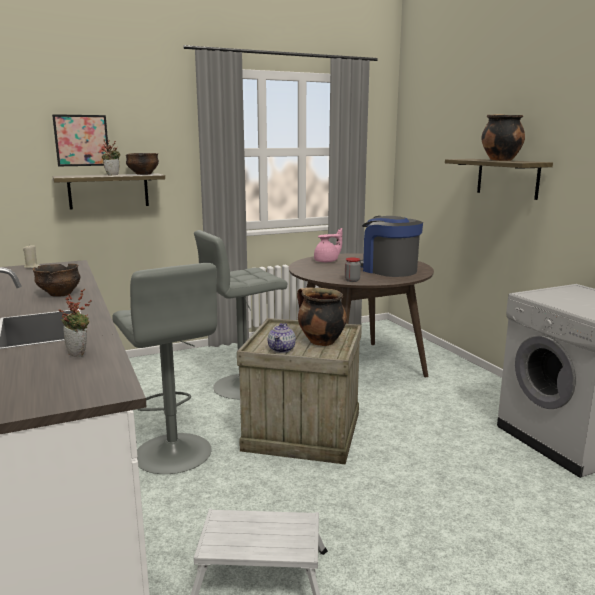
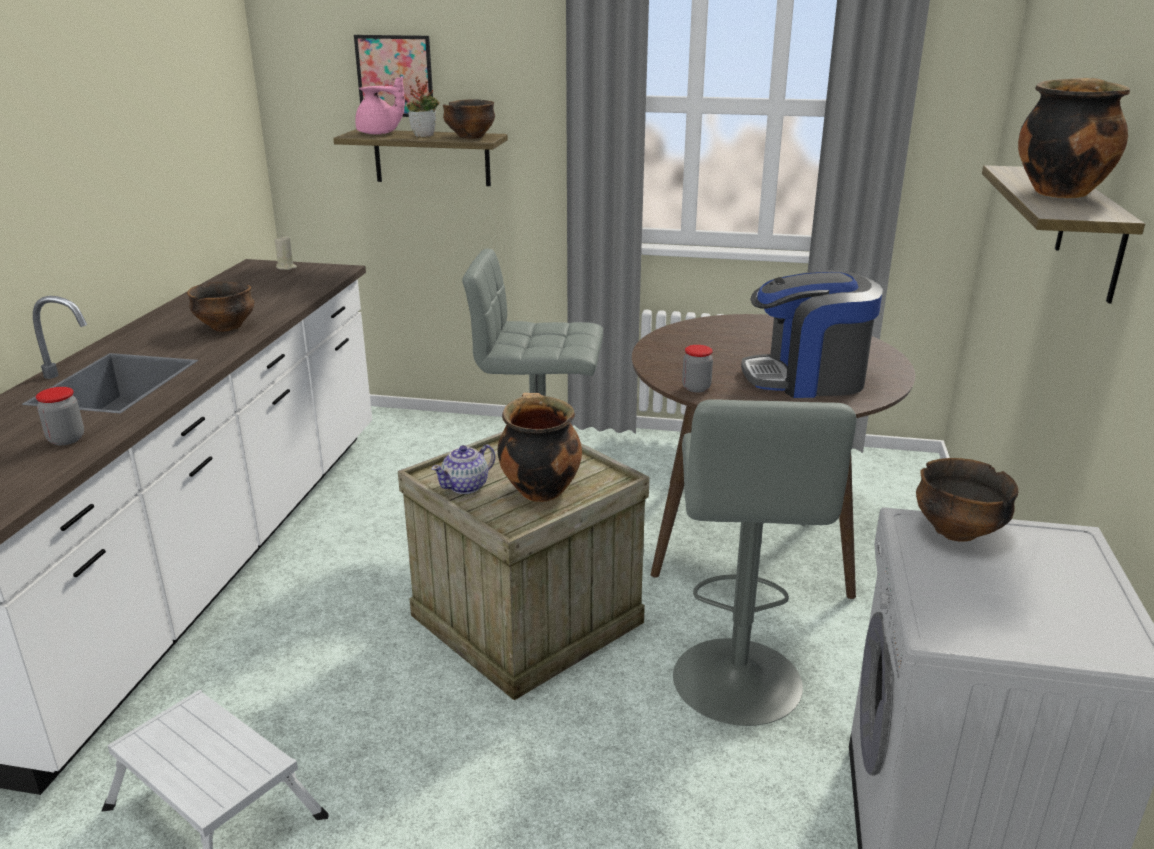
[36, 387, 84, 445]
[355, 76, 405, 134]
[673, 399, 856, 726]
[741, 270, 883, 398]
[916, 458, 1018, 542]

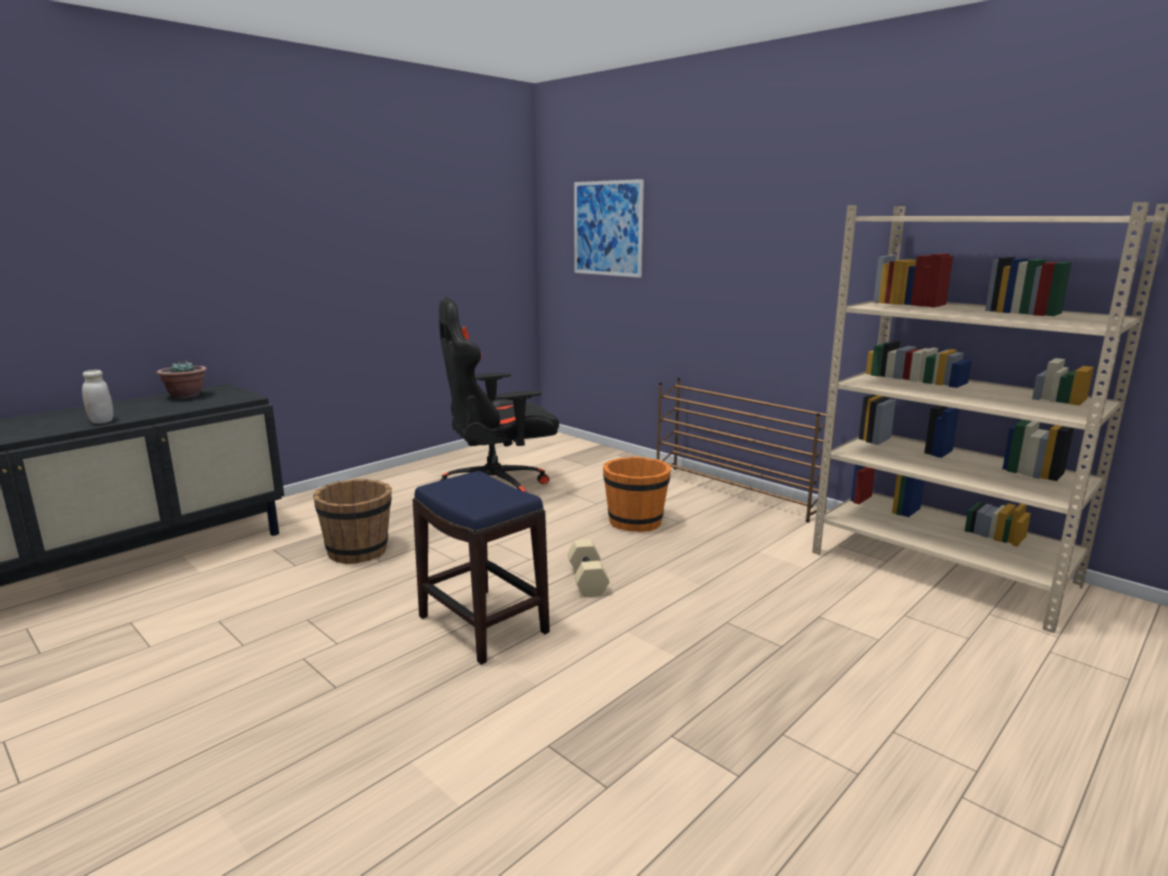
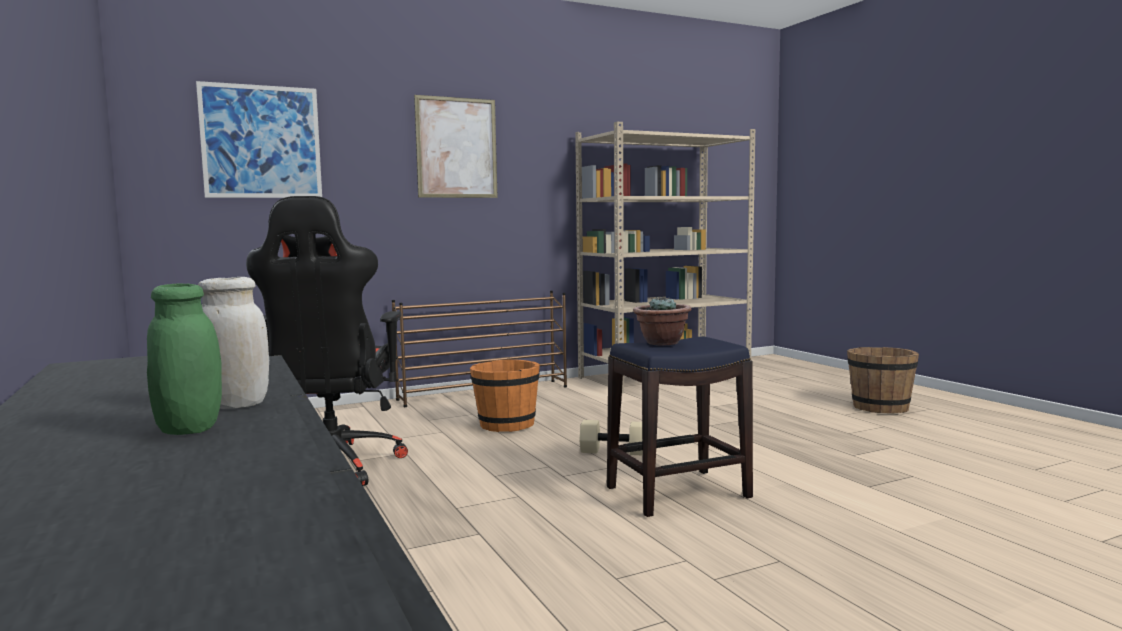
[147, 283, 222, 435]
[414, 95, 498, 198]
[633, 296, 691, 345]
[847, 347, 919, 413]

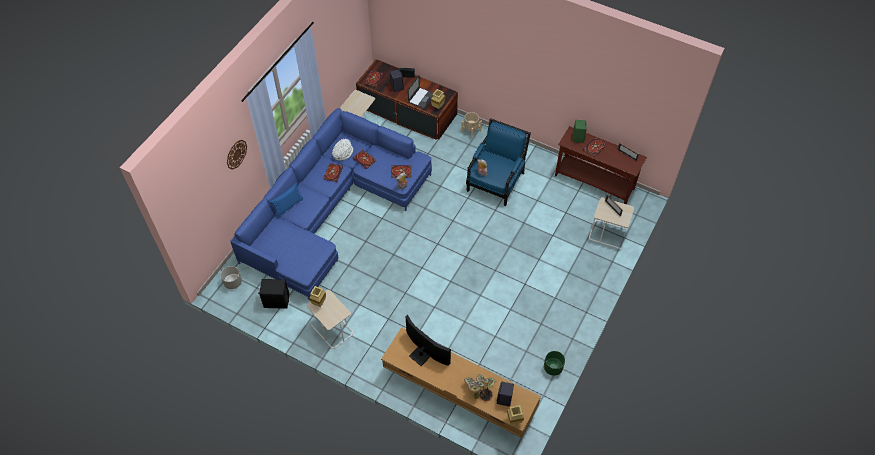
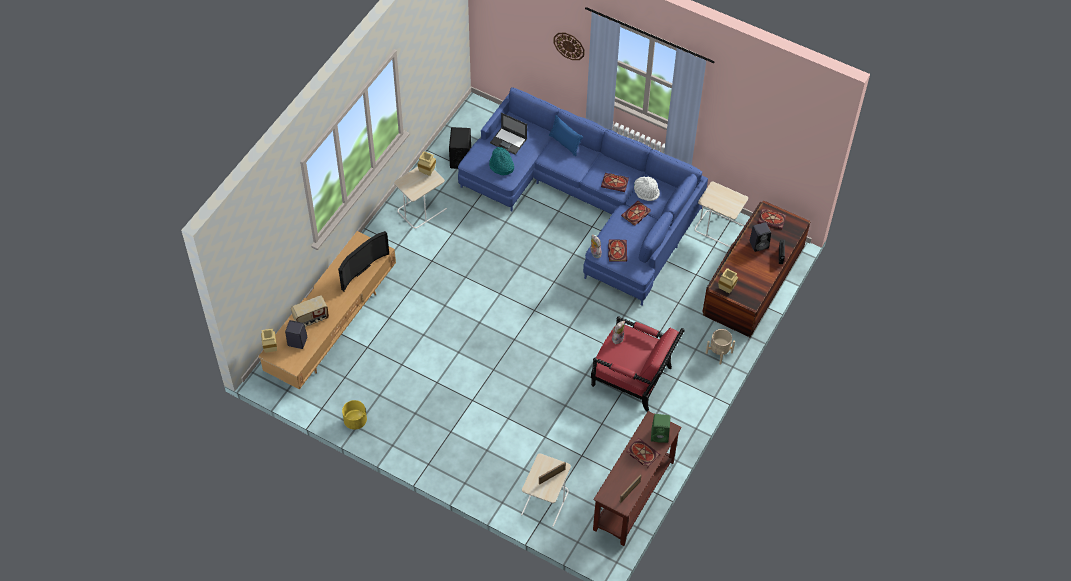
[291, 295, 329, 327]
[342, 400, 367, 430]
[489, 147, 514, 175]
[490, 113, 527, 155]
[591, 316, 685, 412]
[221, 266, 242, 289] (first image)

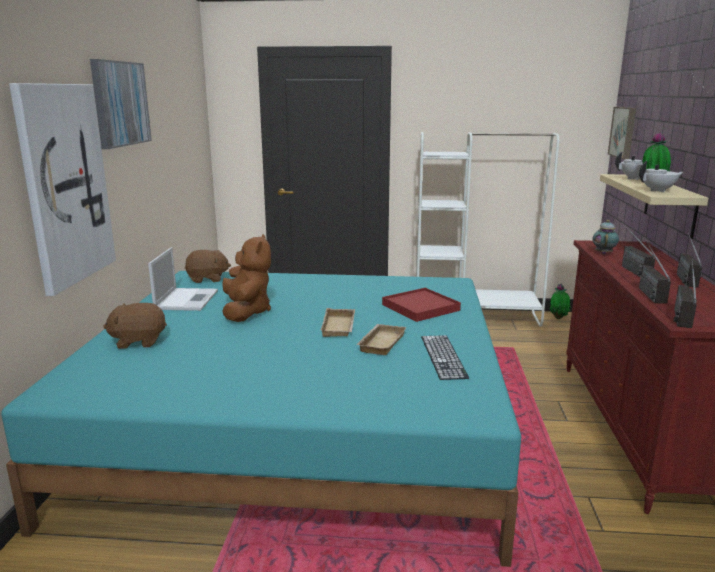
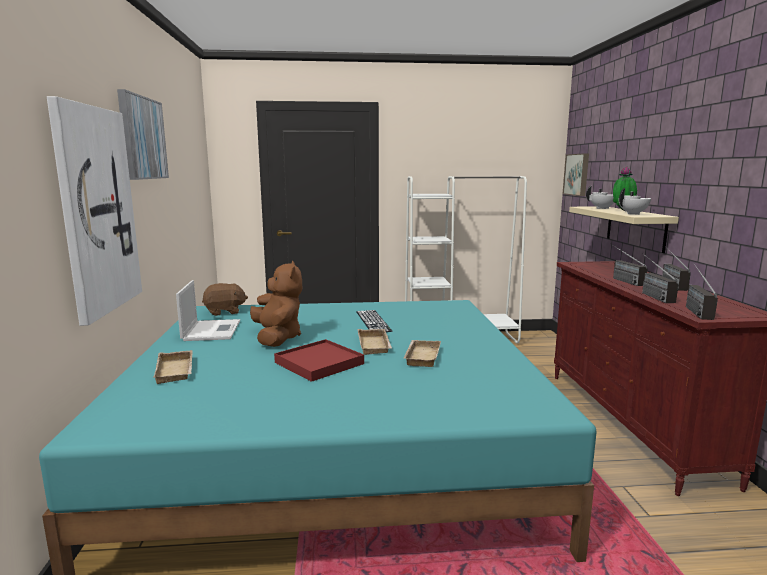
[153, 350, 193, 384]
[274, 339, 364, 382]
[356, 310, 392, 332]
[550, 284, 571, 319] (first image)
[592, 220, 619, 254] (first image)

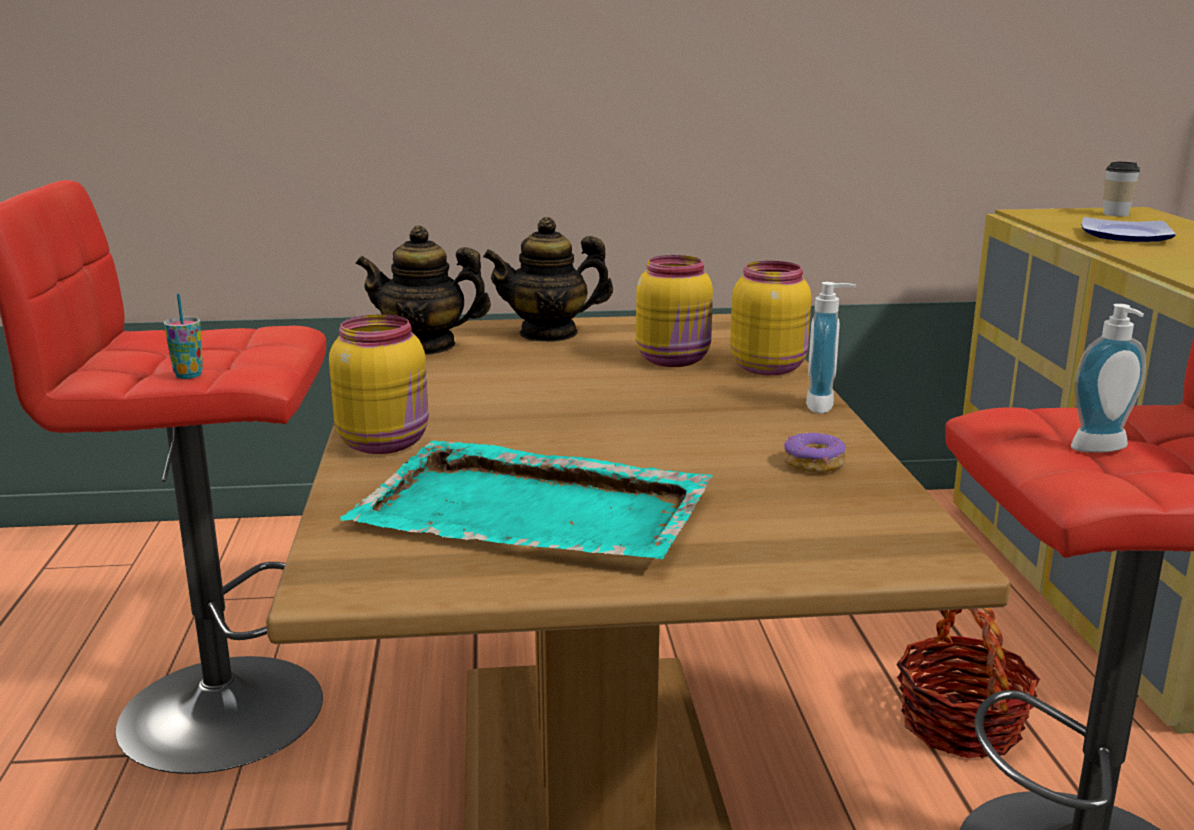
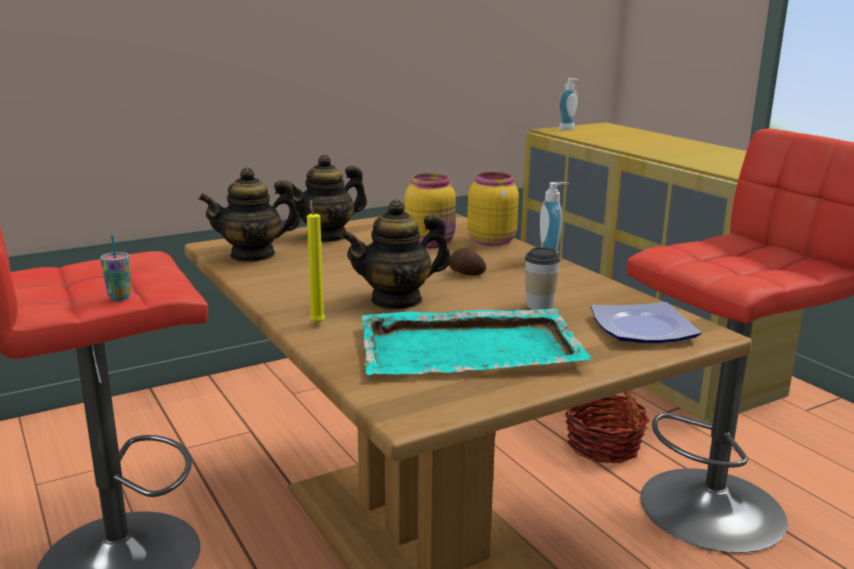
[307, 199, 325, 324]
[341, 200, 451, 310]
[449, 248, 486, 275]
[524, 247, 561, 310]
[559, 78, 578, 130]
[591, 302, 701, 343]
[784, 433, 846, 473] (first image)

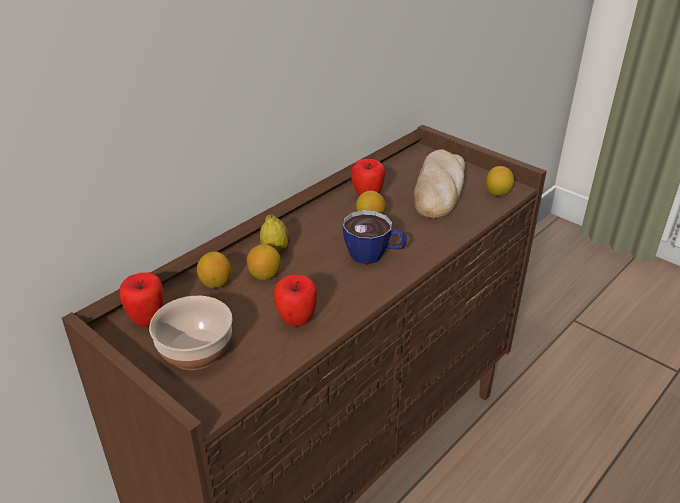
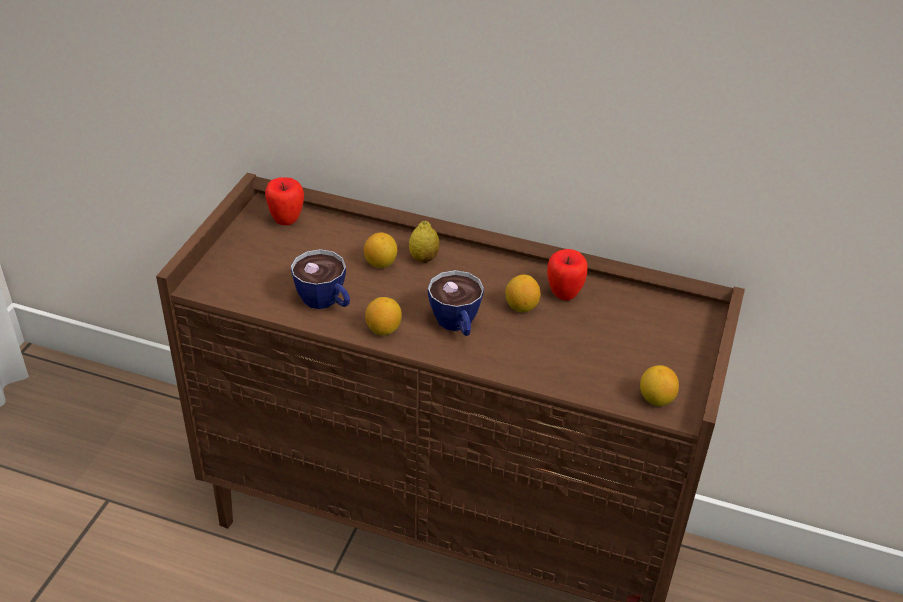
[291, 249, 350, 309]
[365, 297, 402, 335]
[149, 296, 233, 370] (first image)
[413, 149, 465, 219] (first image)

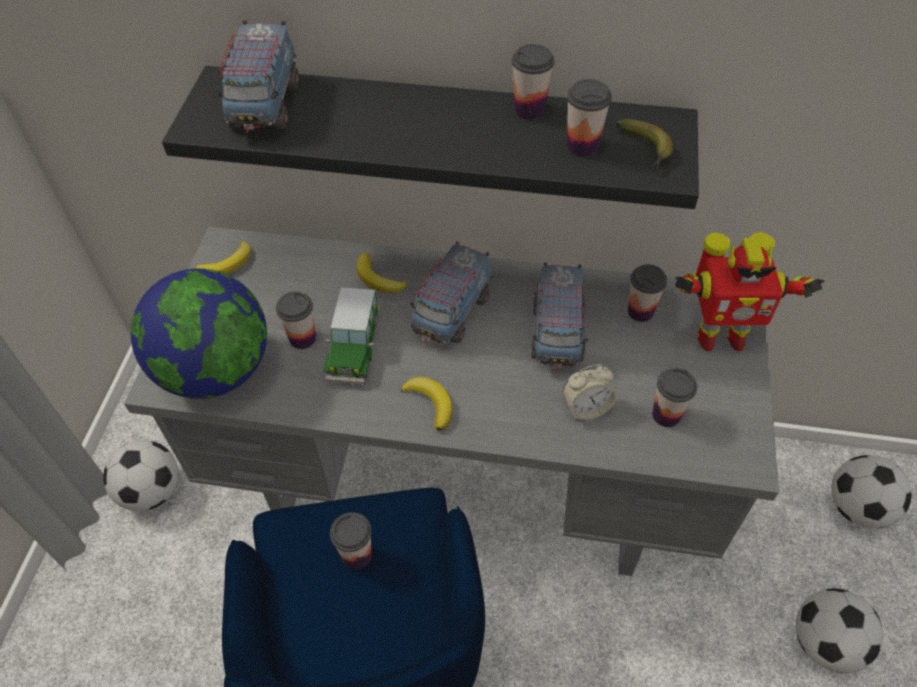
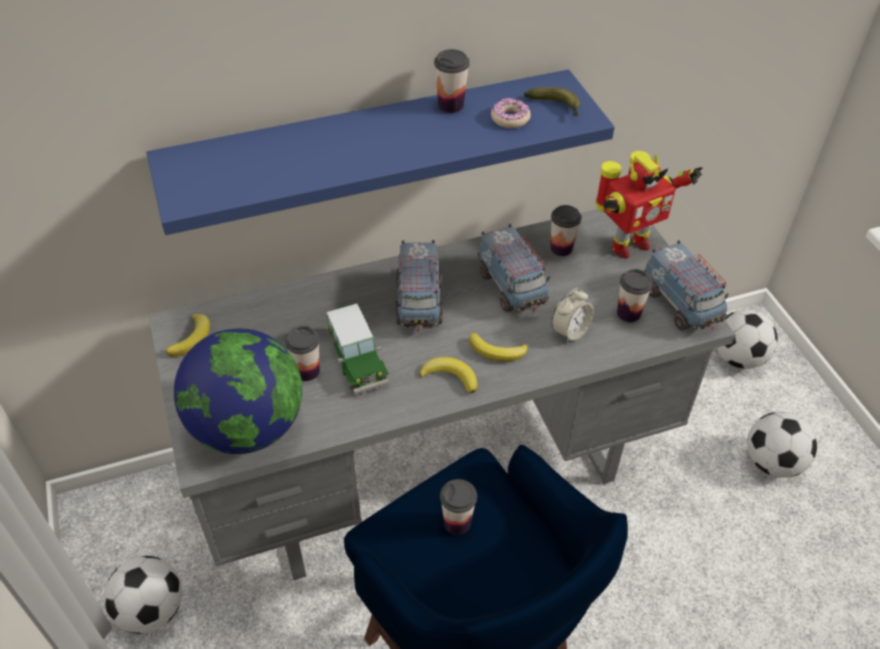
[146, 69, 615, 235]
[469, 333, 528, 361]
[491, 98, 531, 128]
[645, 240, 729, 330]

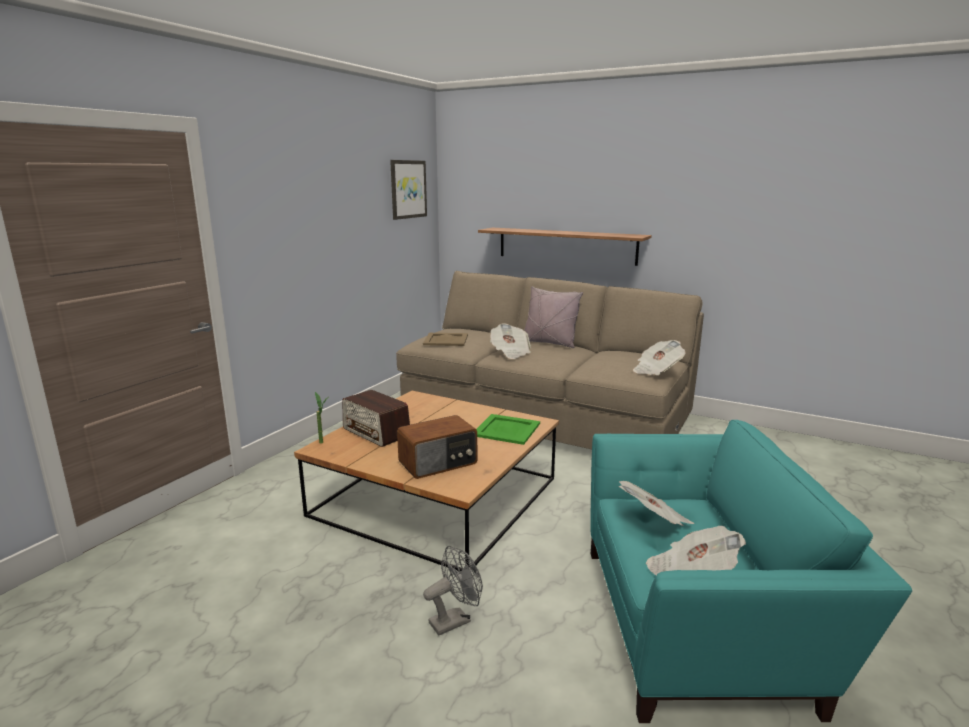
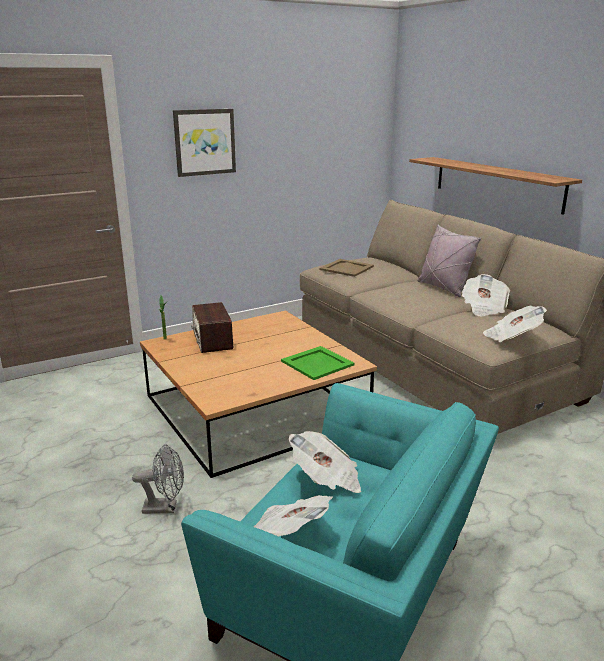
[173, 109, 236, 177]
[461, 274, 510, 316]
[397, 415, 477, 479] (first image)

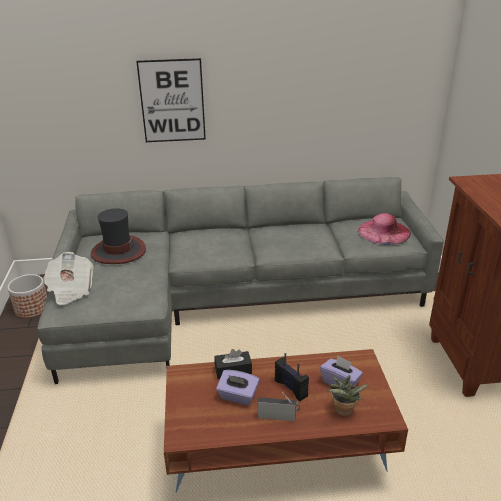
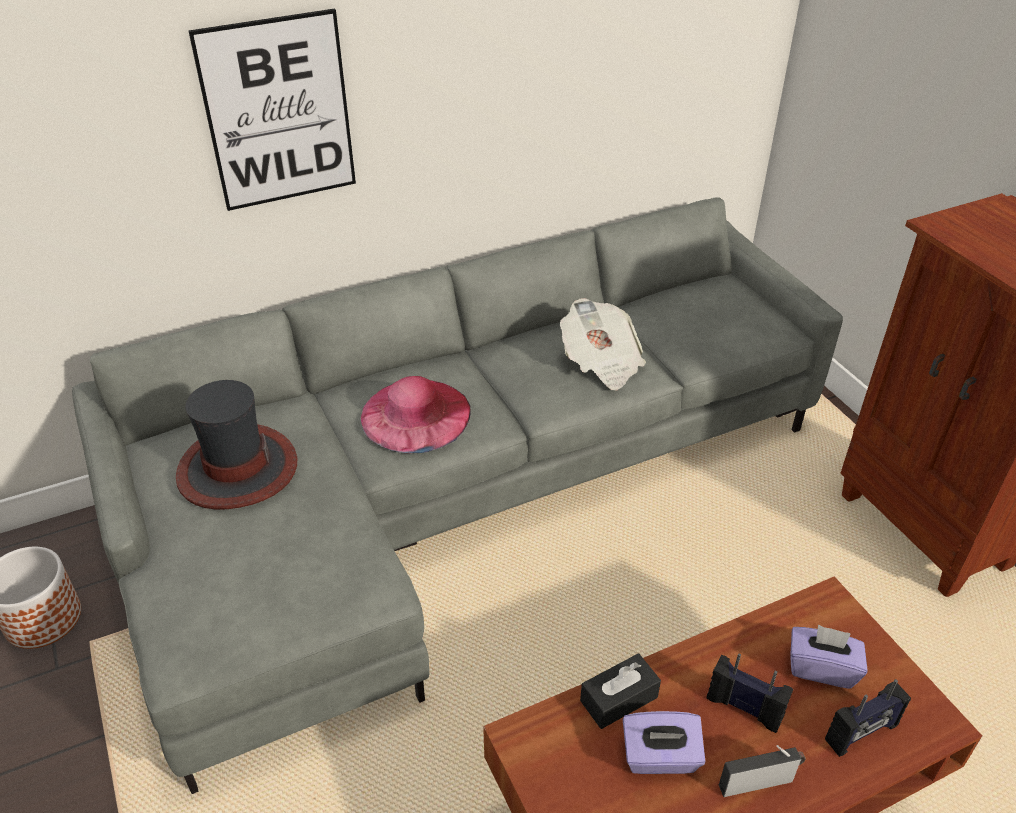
[361, 376, 471, 453]
[560, 298, 646, 390]
[825, 679, 911, 757]

